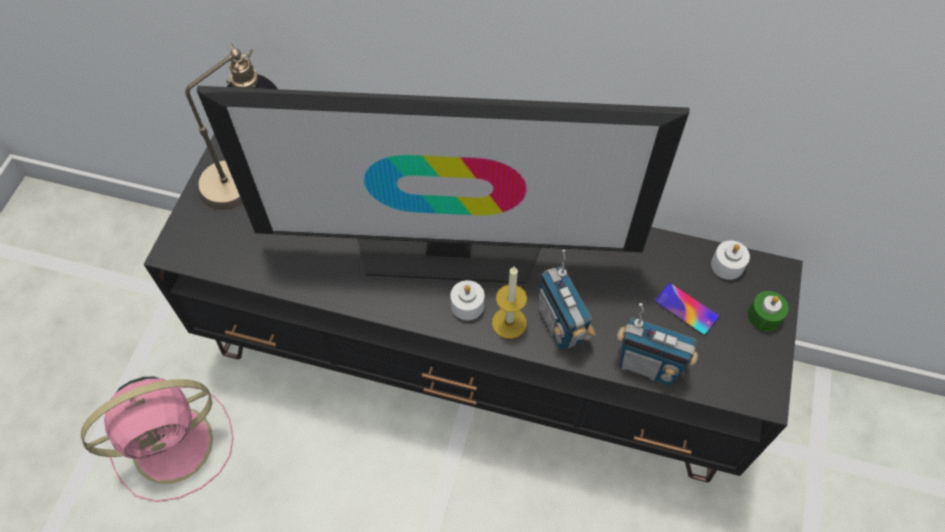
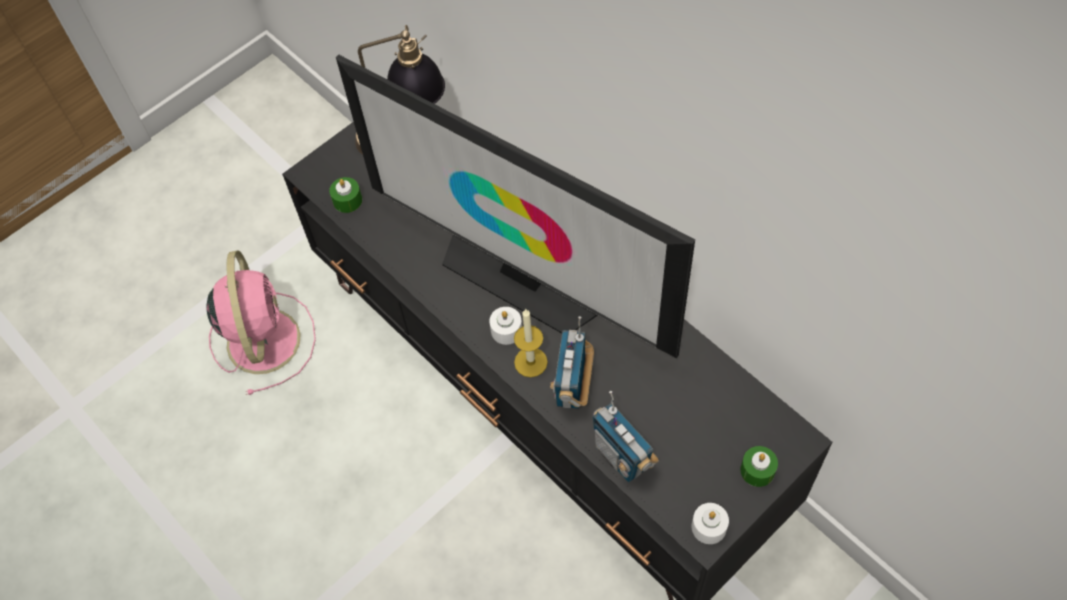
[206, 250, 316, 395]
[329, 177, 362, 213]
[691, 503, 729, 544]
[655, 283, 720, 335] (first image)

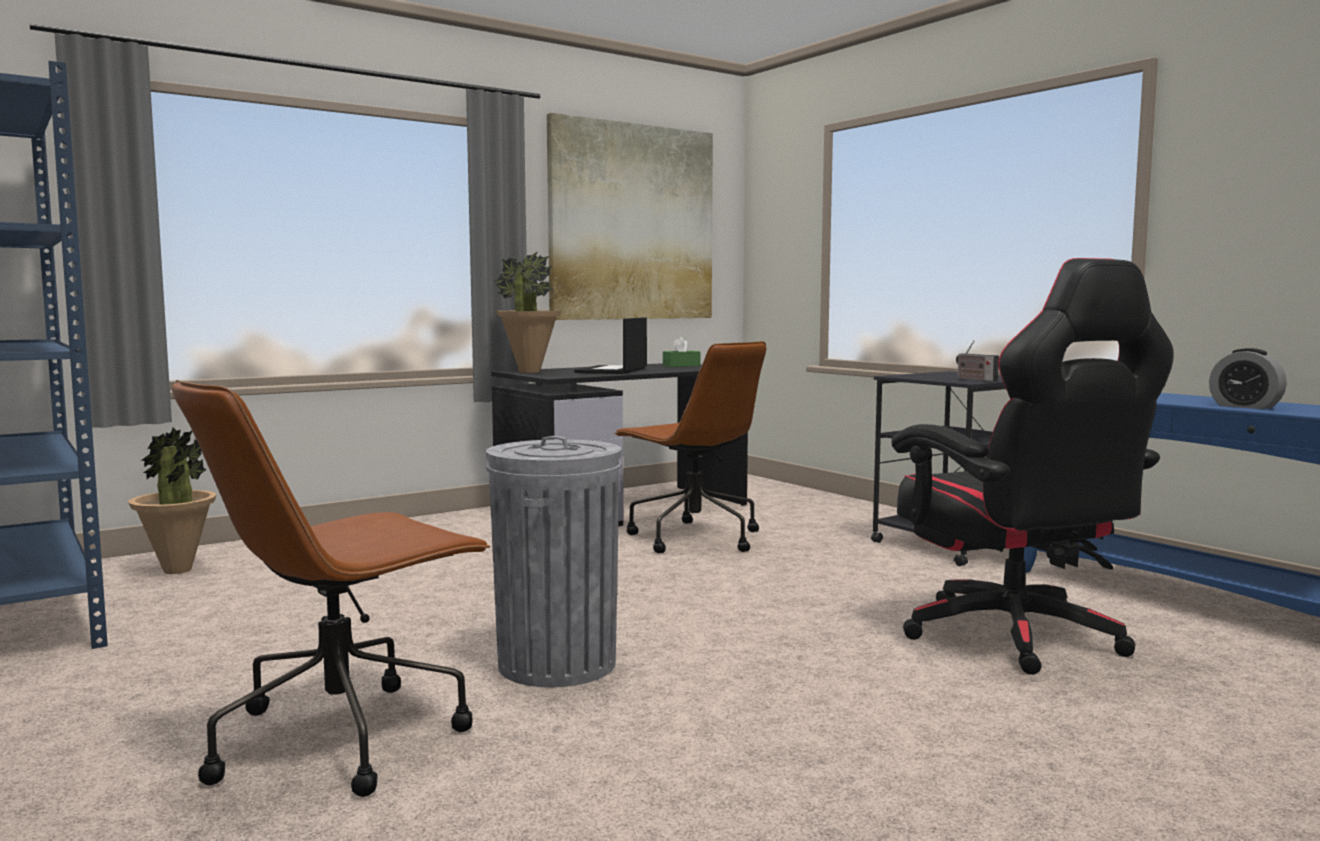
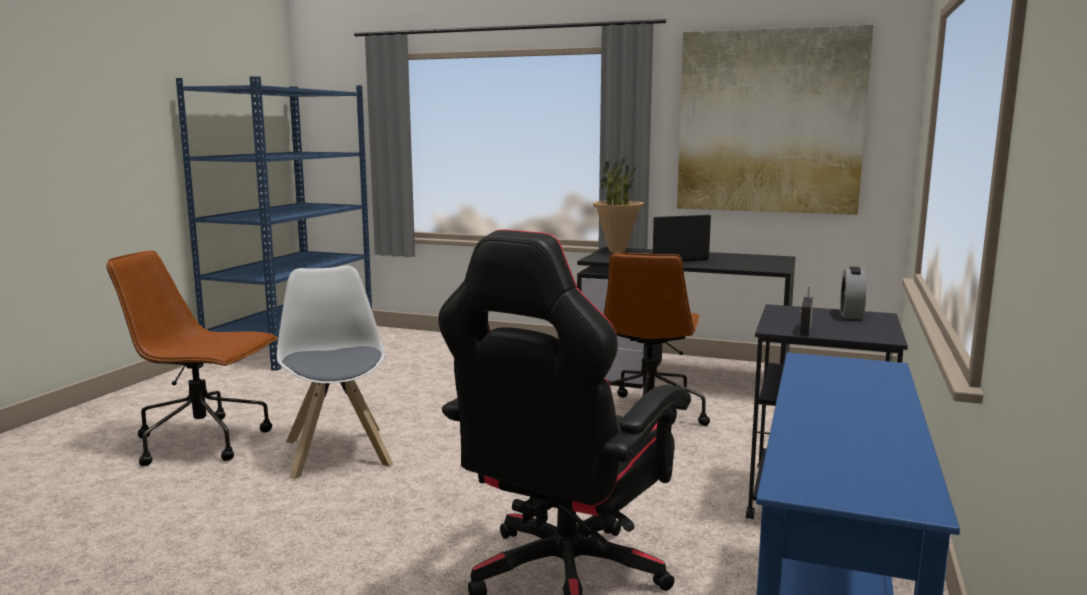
[277, 266, 393, 479]
[840, 267, 866, 319]
[128, 427, 217, 574] (first image)
[663, 337, 700, 367] (first image)

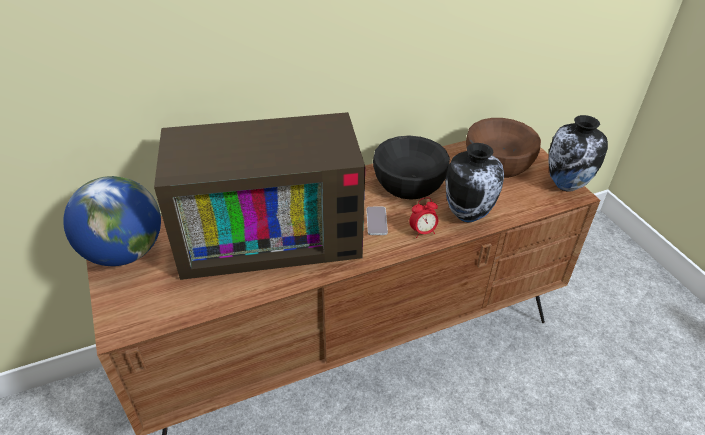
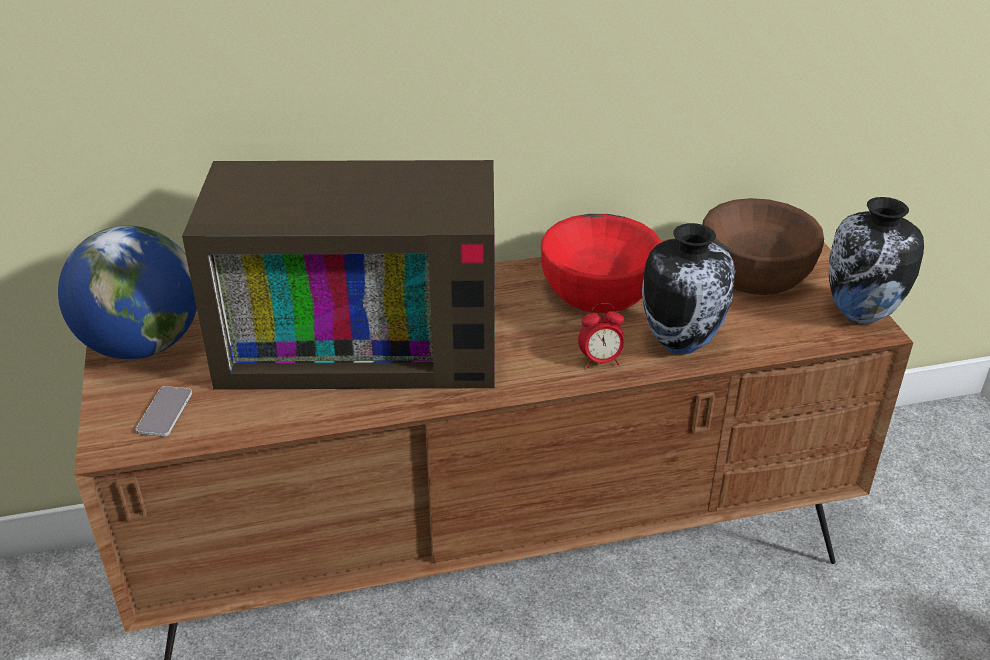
[136, 386, 192, 437]
[541, 214, 662, 313]

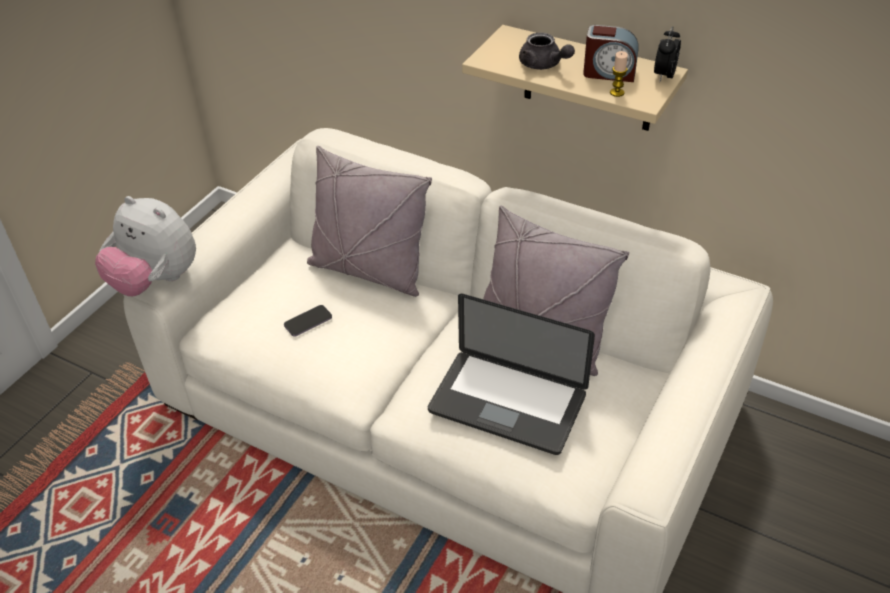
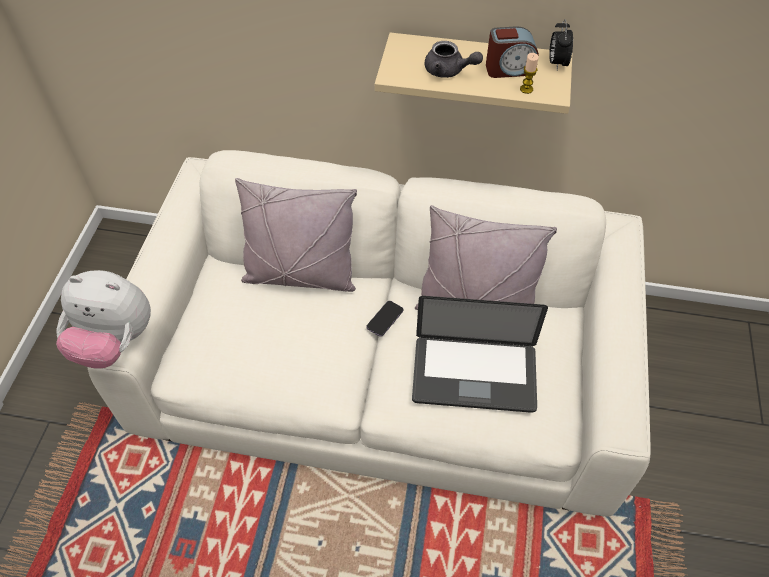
[366, 301, 403, 337]

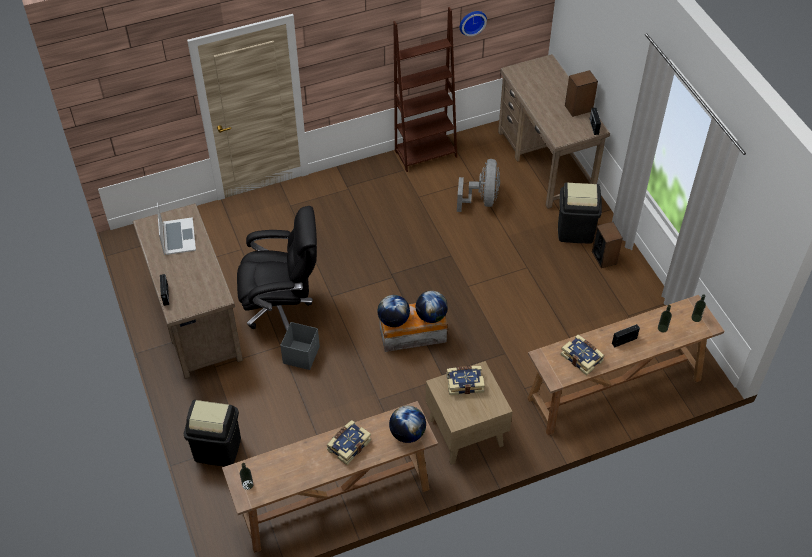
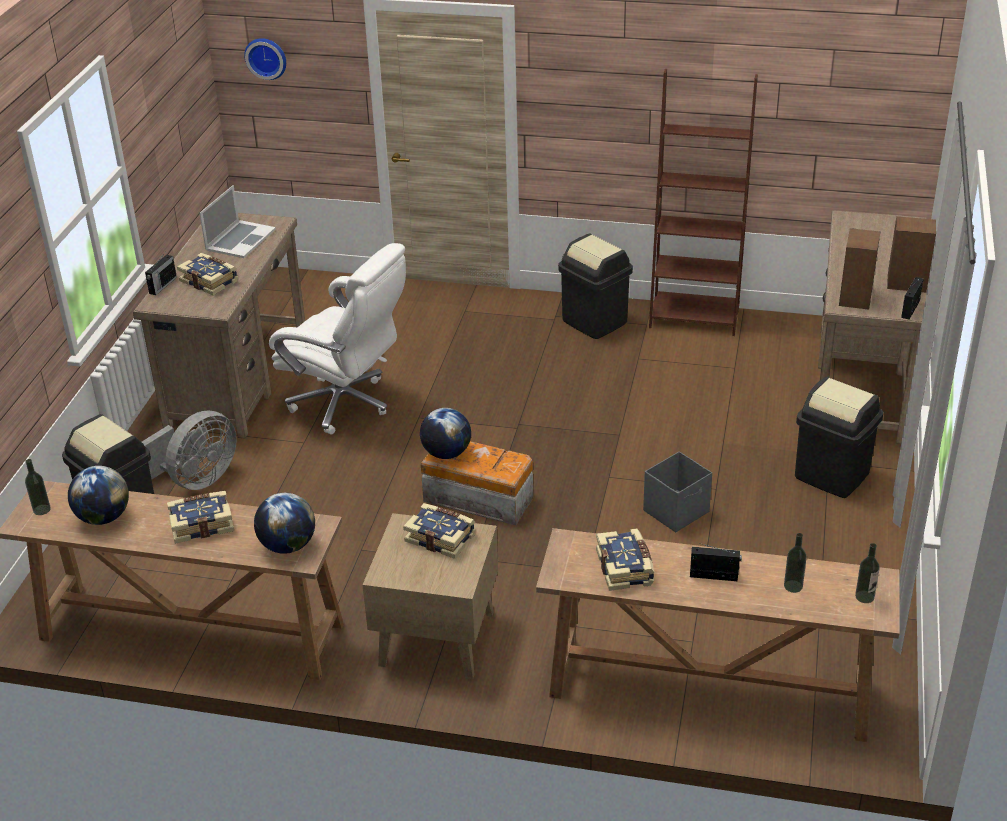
[68, 466, 129, 525]
[142, 411, 237, 490]
[177, 253, 238, 295]
[244, 38, 286, 80]
[269, 243, 406, 434]
[558, 234, 633, 339]
[643, 451, 712, 532]
[839, 228, 880, 310]

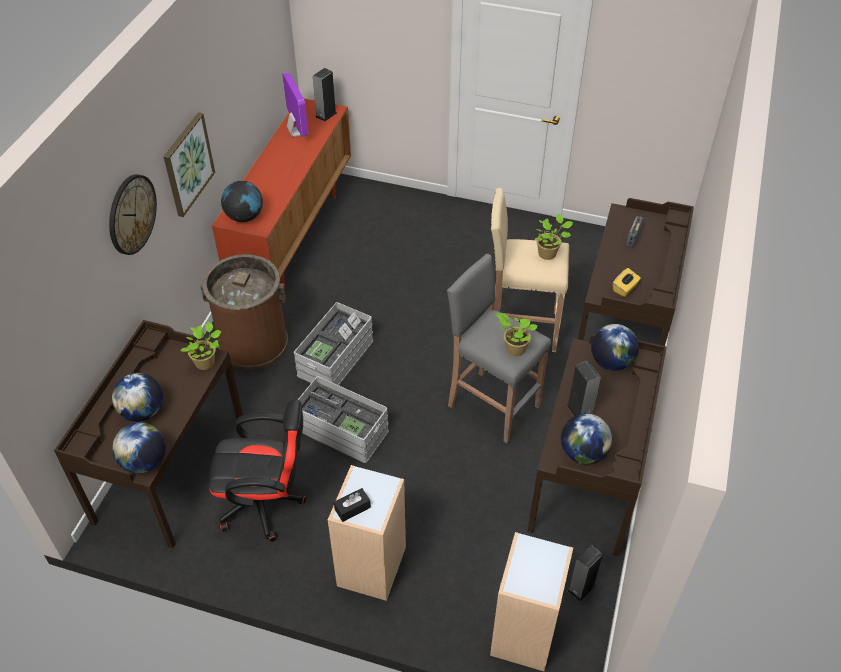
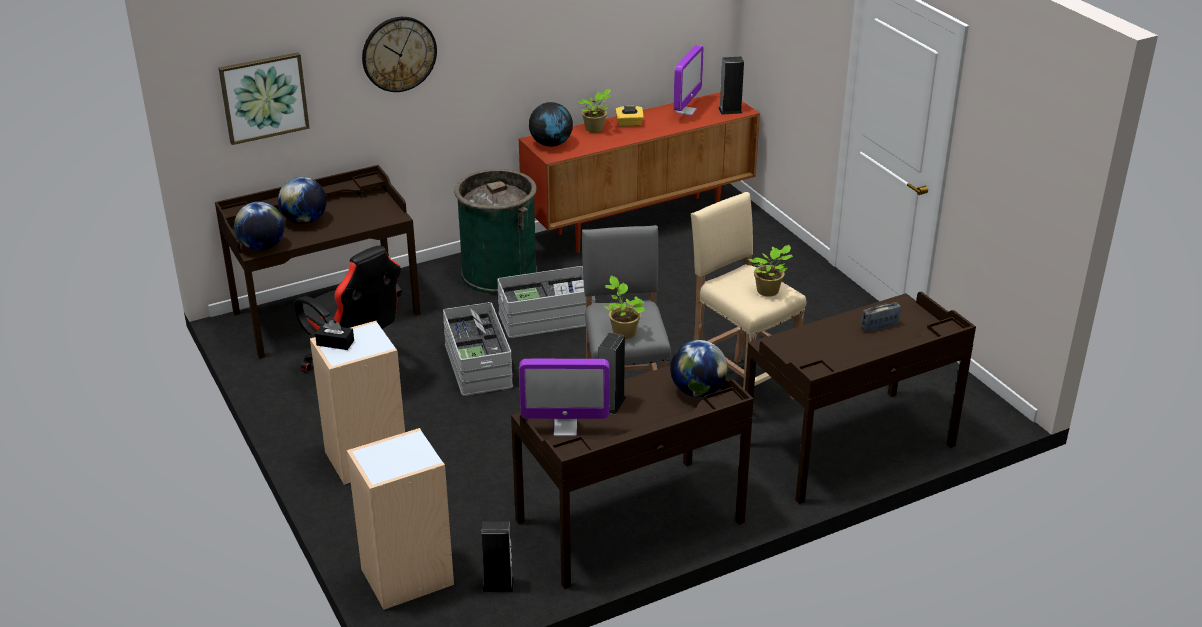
[218, 52, 310, 145]
[454, 169, 537, 295]
[519, 359, 610, 436]
[576, 88, 611, 133]
[615, 106, 644, 127]

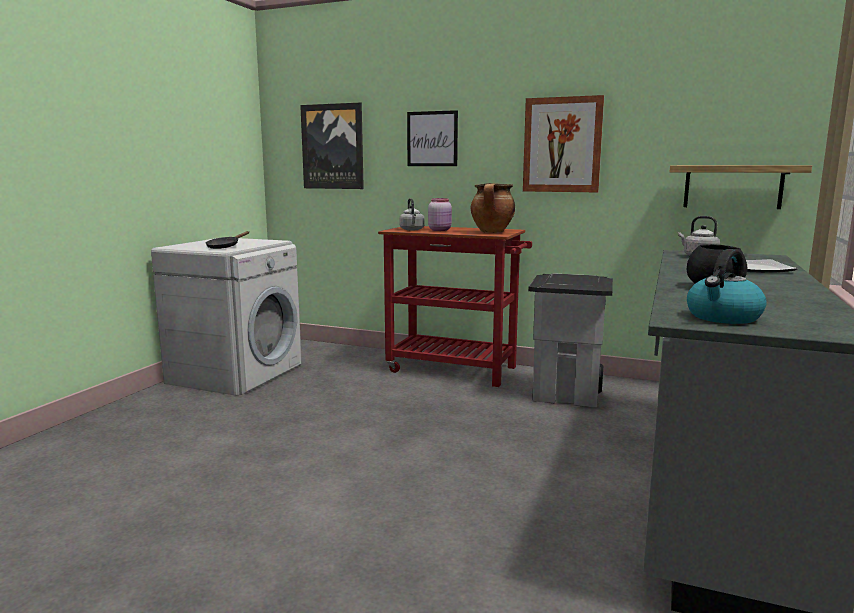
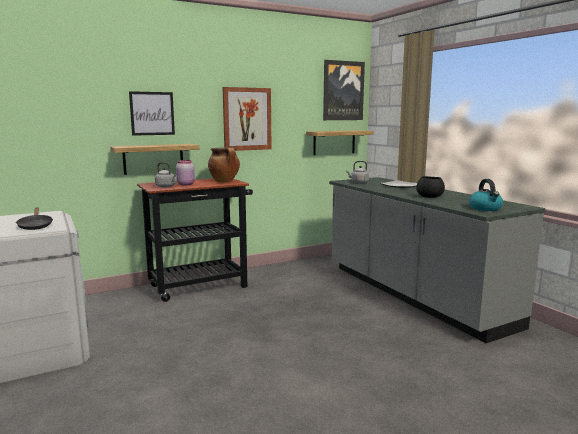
[110, 144, 199, 175]
[137, 178, 253, 302]
[323, 60, 365, 120]
[528, 273, 613, 407] (first image)

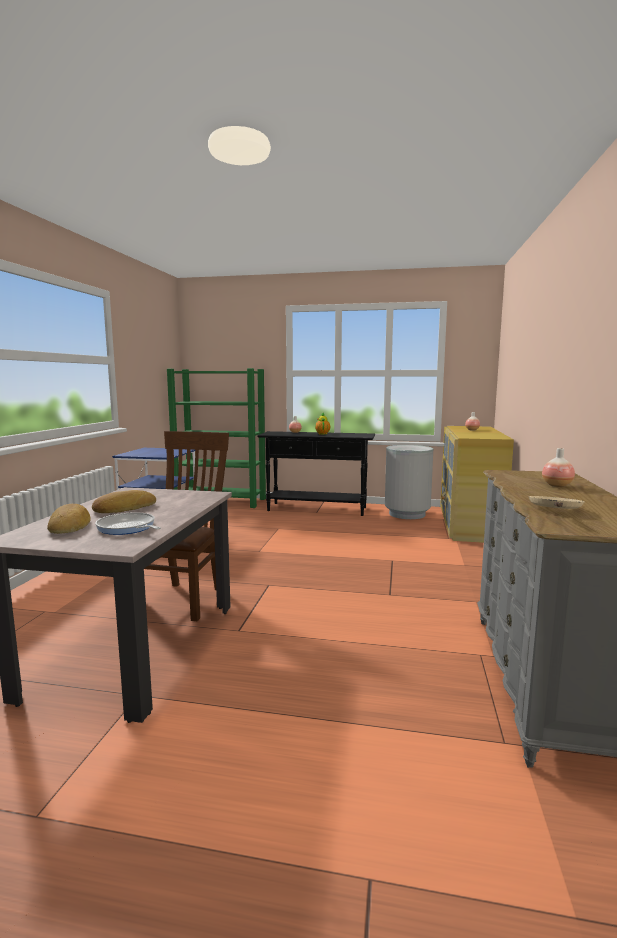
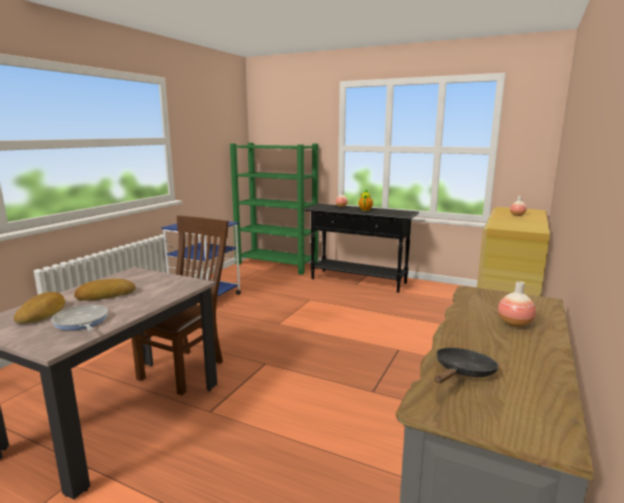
[435, 348, 498, 383]
[385, 445, 433, 519] (first image)

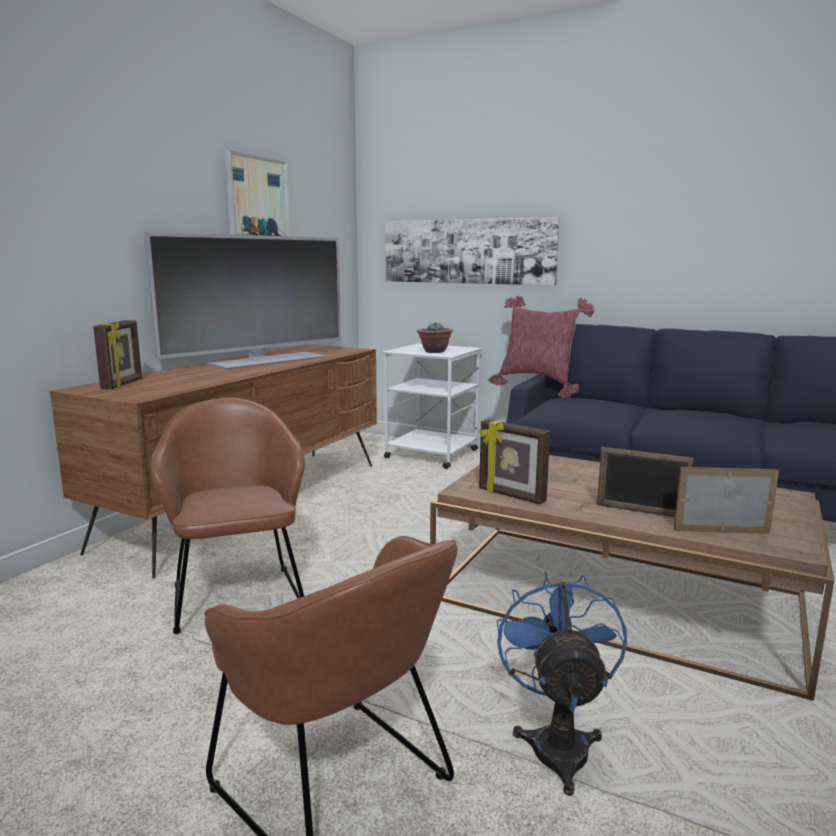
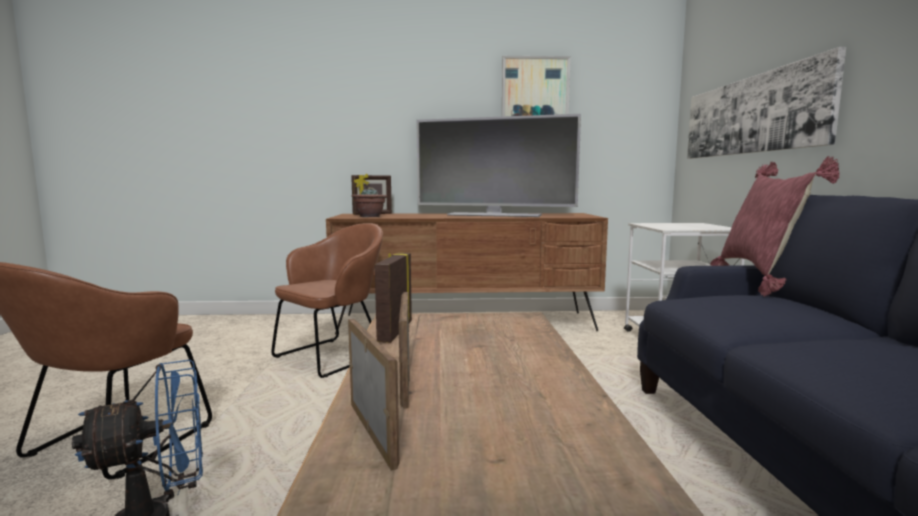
[351, 188, 387, 217]

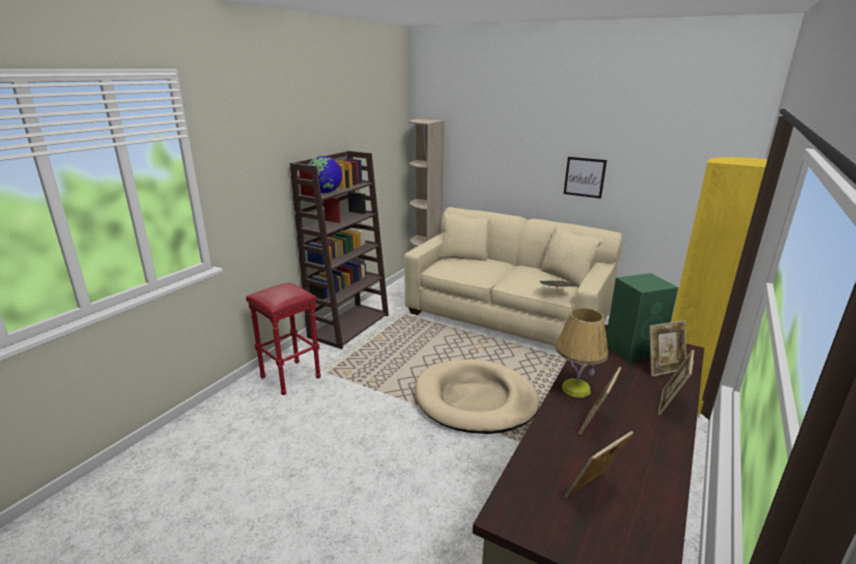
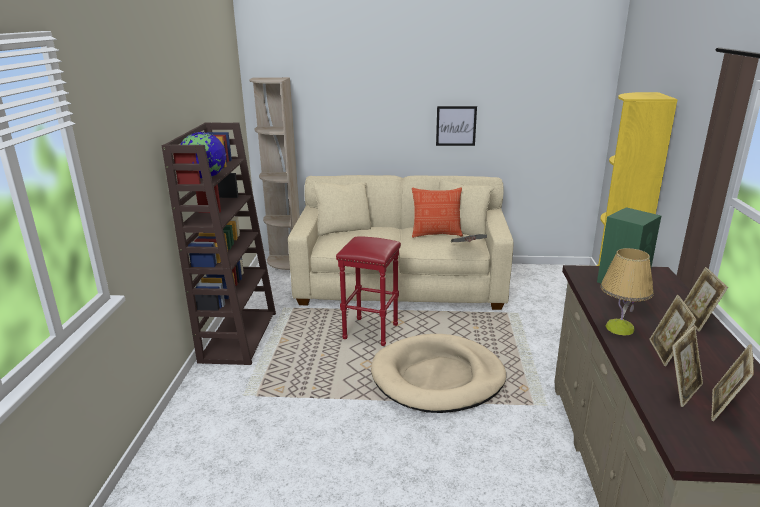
[336, 236, 401, 346]
[412, 188, 463, 238]
[672, 326, 703, 407]

